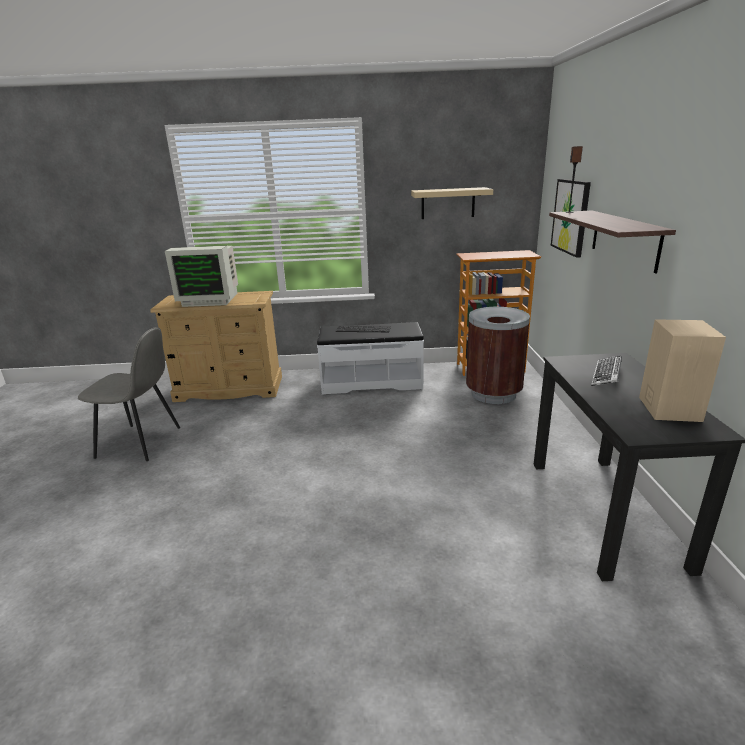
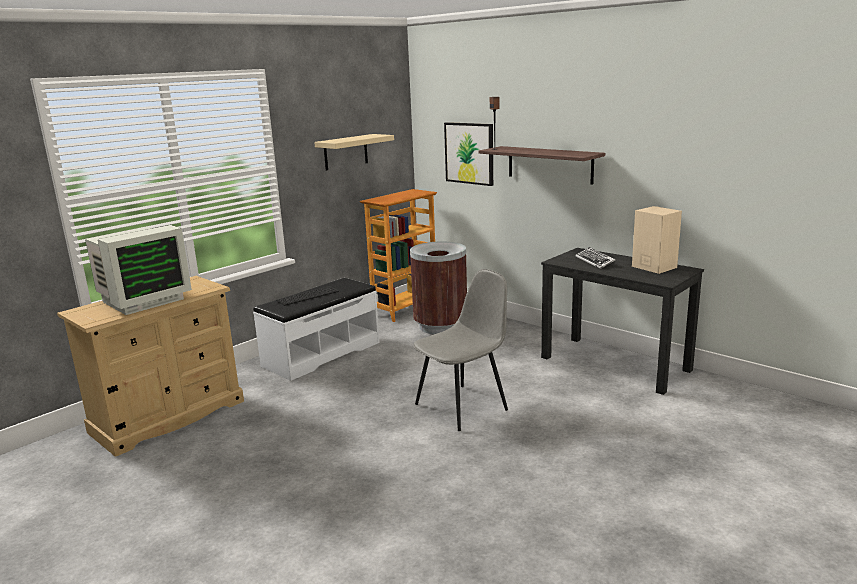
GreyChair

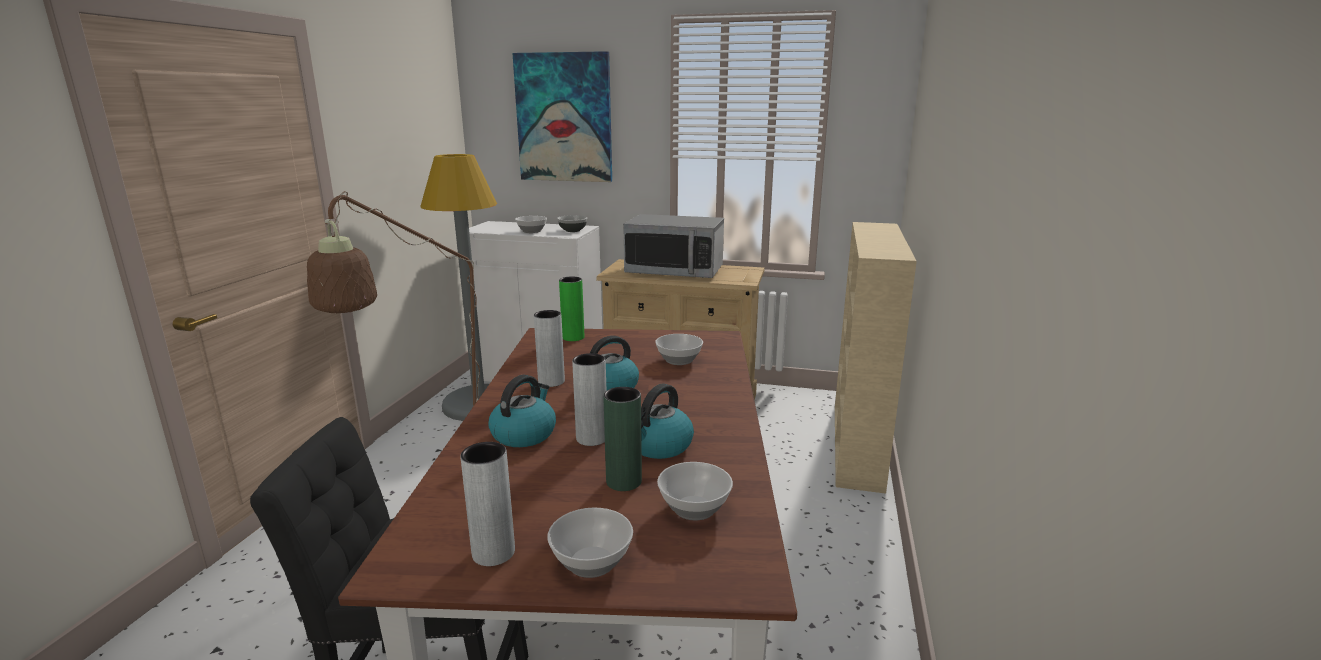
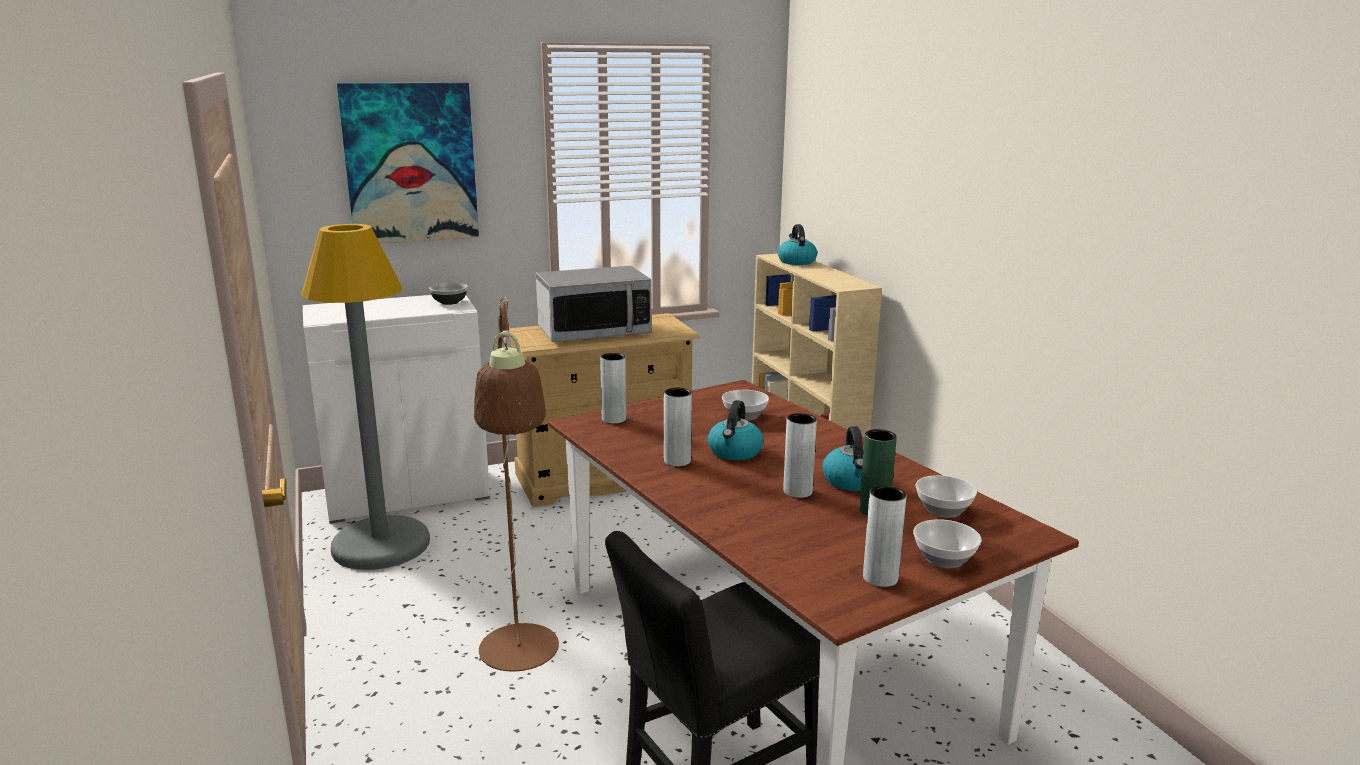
GreyFlowerVase (1st from left)
Kettle (2nd from left)
DeepDish (1st from left in the first image)

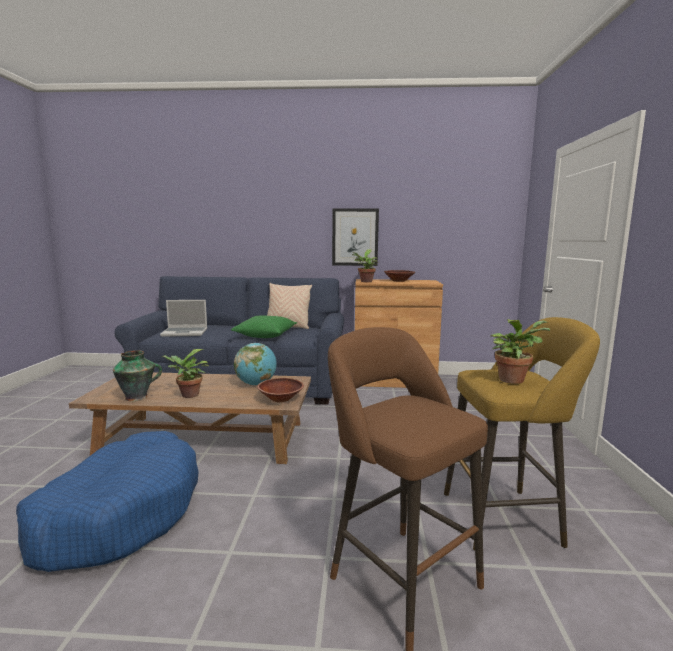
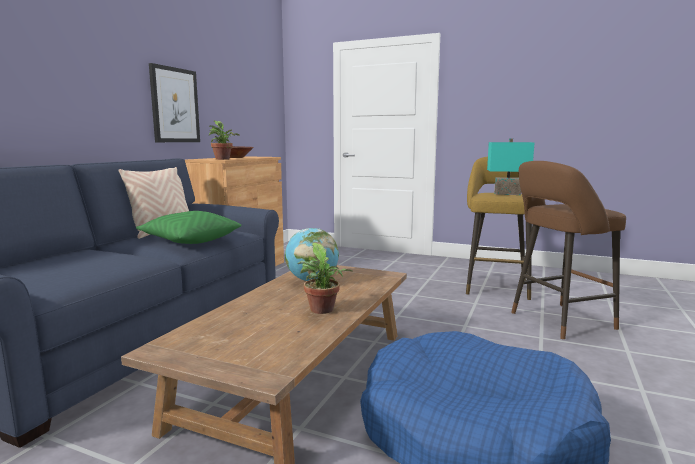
TurquoiseTabletopLamp
FlowerVase
NotebookComputer
BrownishDeepDish (1st from left in the first image)

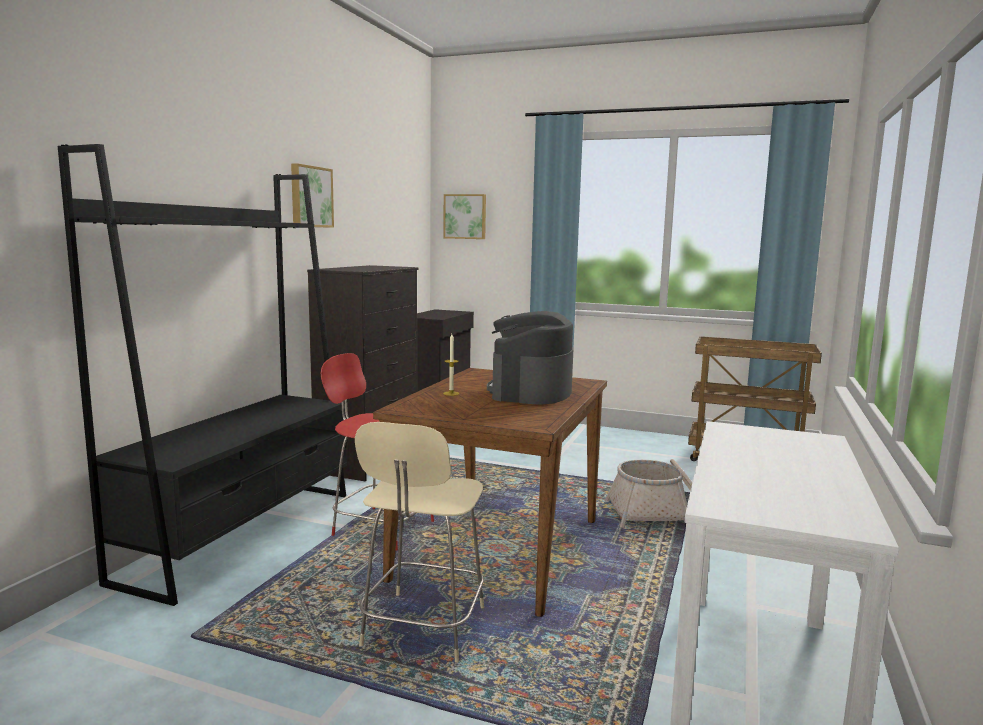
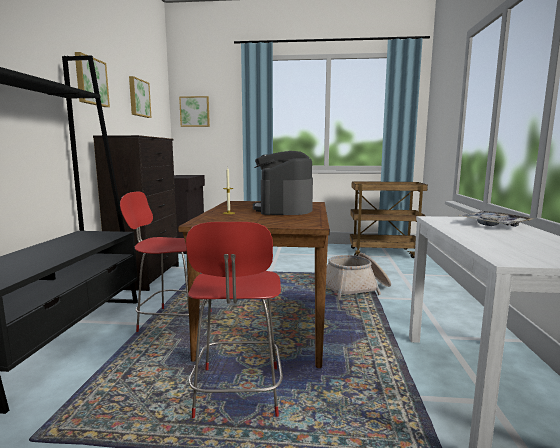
WallArt (2nd from left)
RedColouredChair (2nd from left)
ServingTray

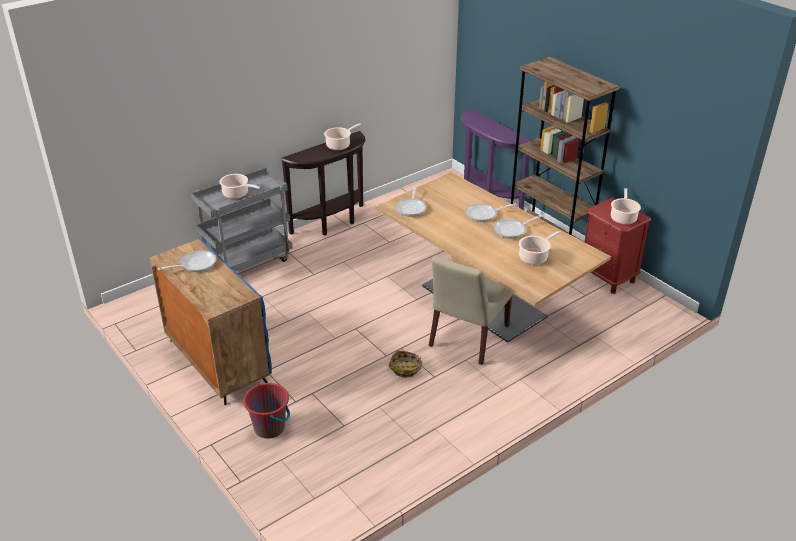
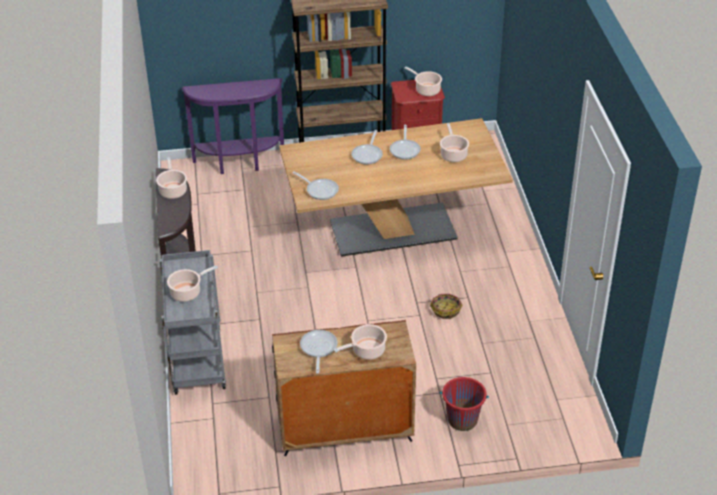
BrownishCabinet
Stockpot (3rd from left)
BeigeColouredChair

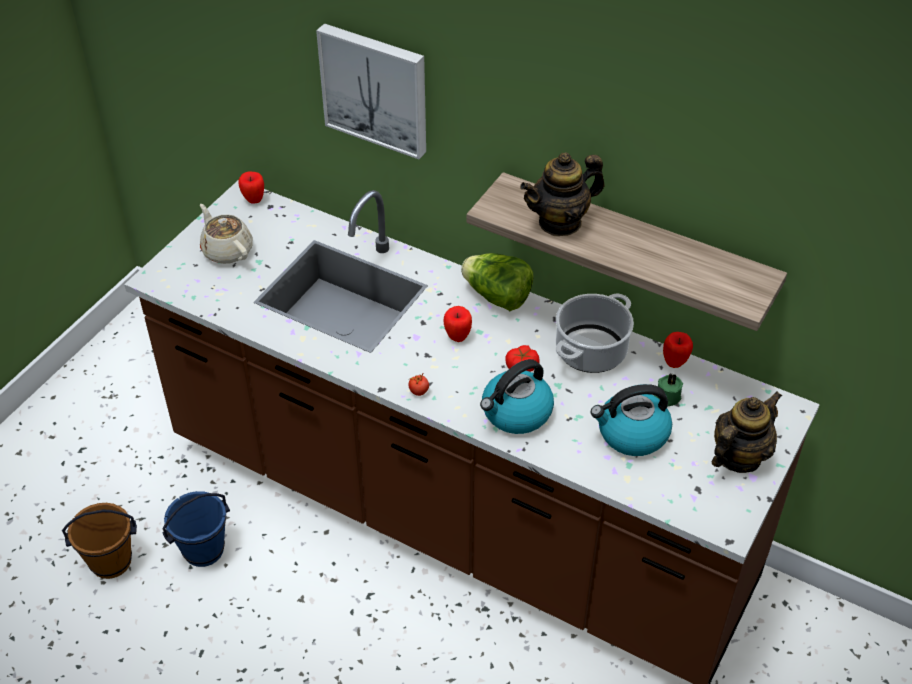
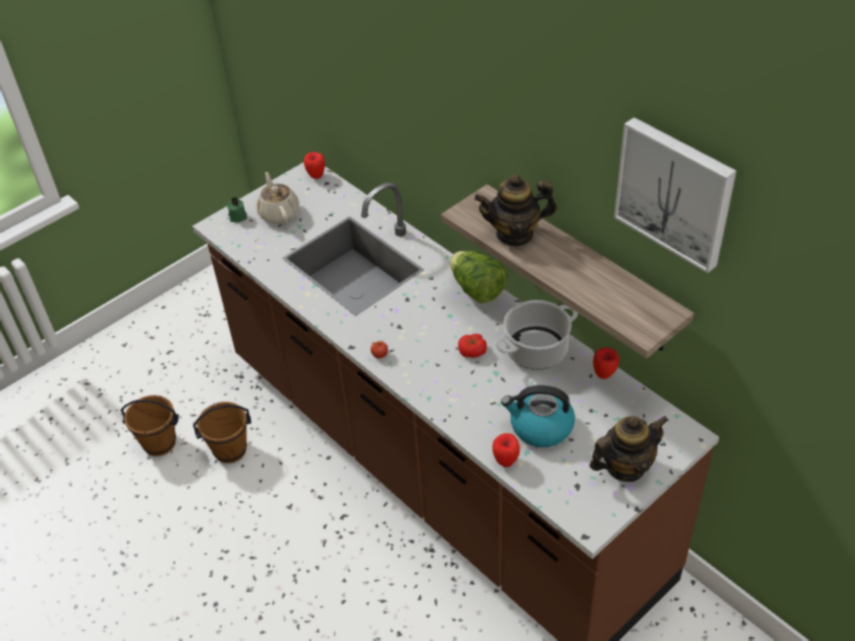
BrownishWaterBucket (2nd from left)
GreenishWaxLight
AppleFruit (2nd from left)
WallArt
Kettle (1st from left in the first image)

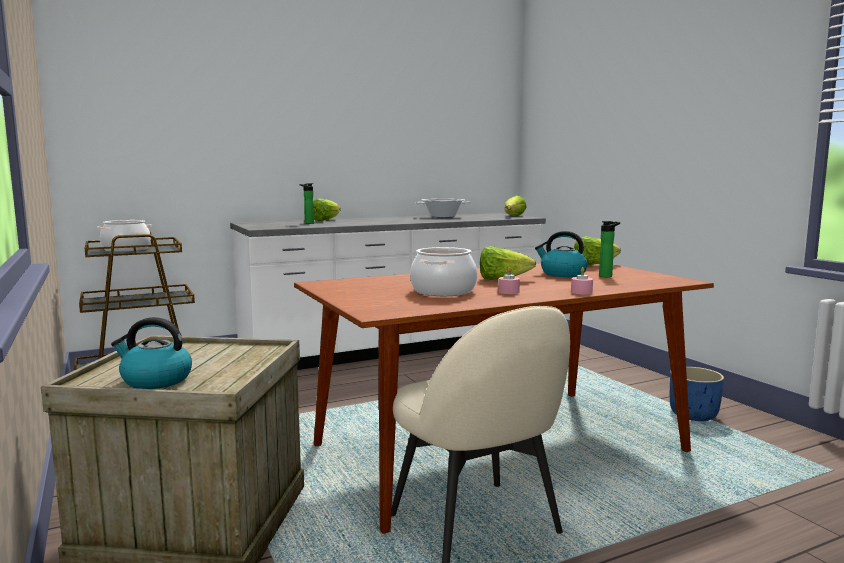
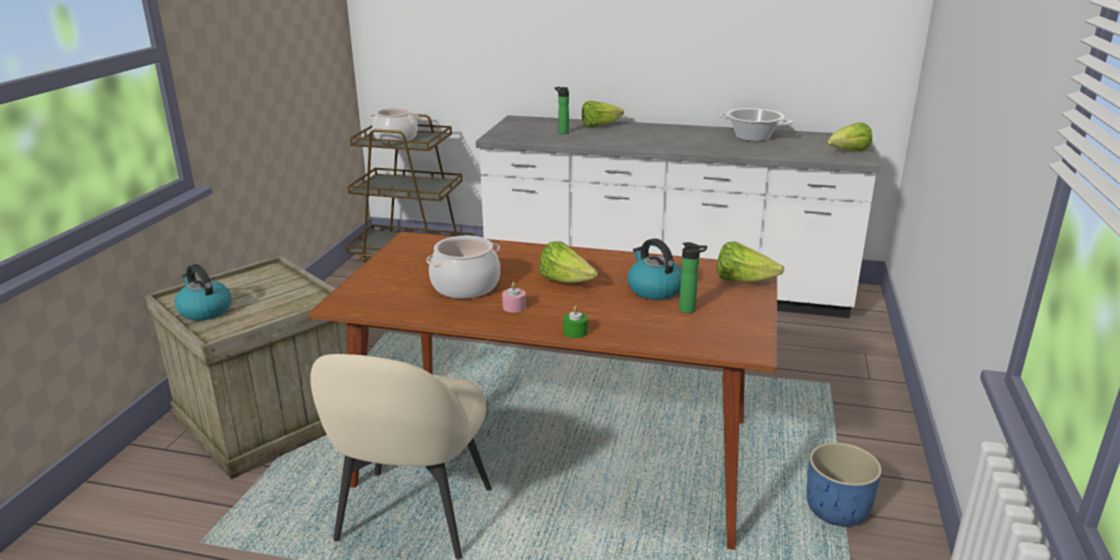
GreenishWaxLight

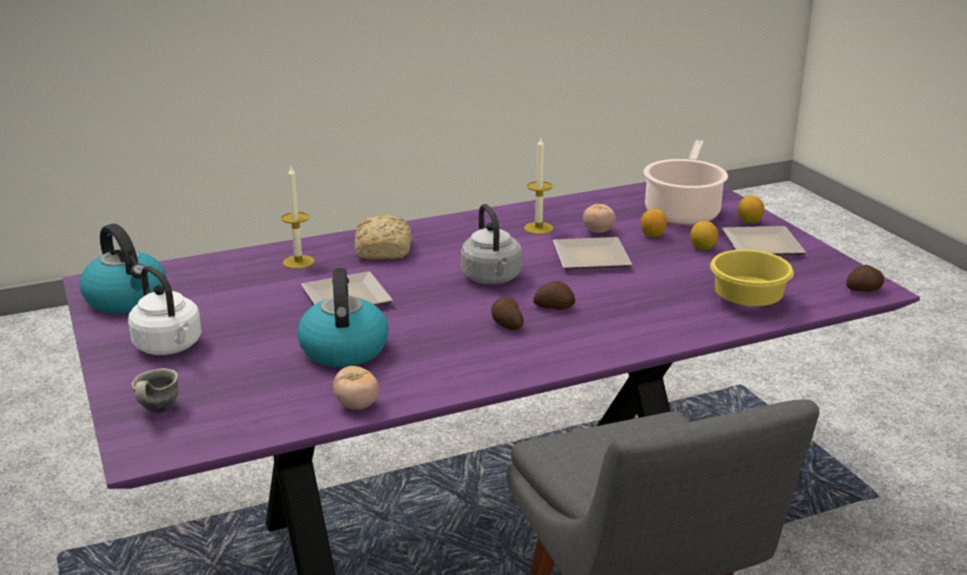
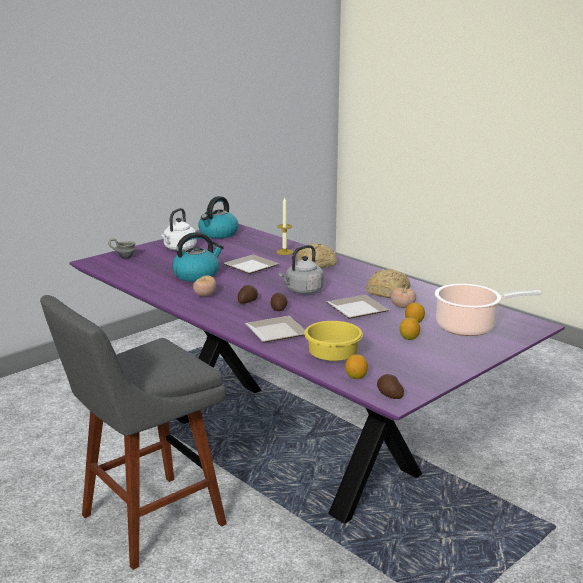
FreshTomato (1st from left)
Plate (2nd from left)
Lemon (1st from left)
Bread (2nd from left)

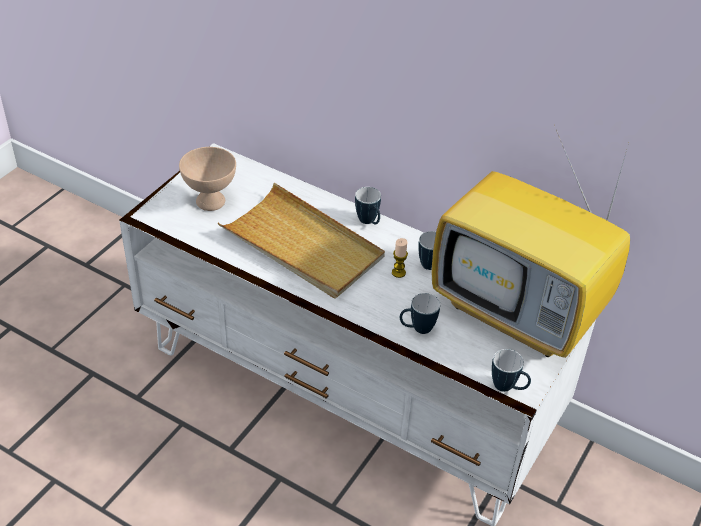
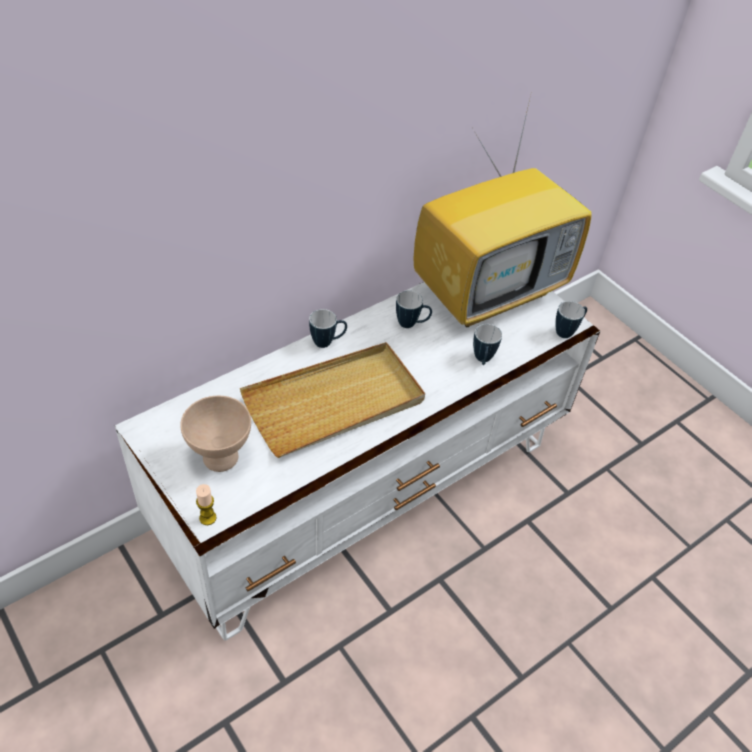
WaxLight

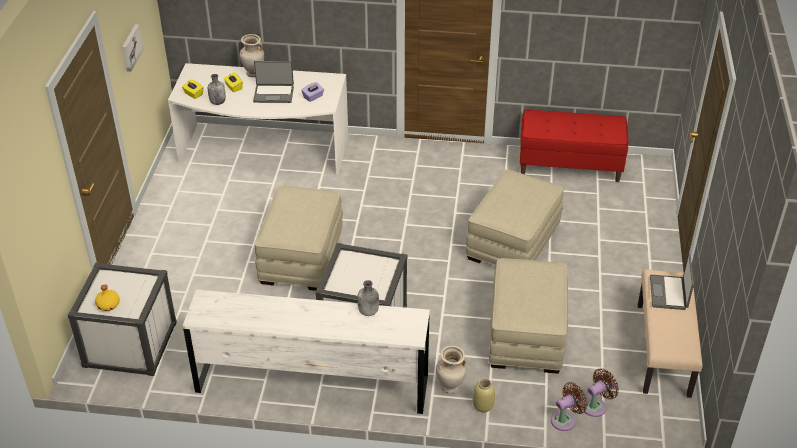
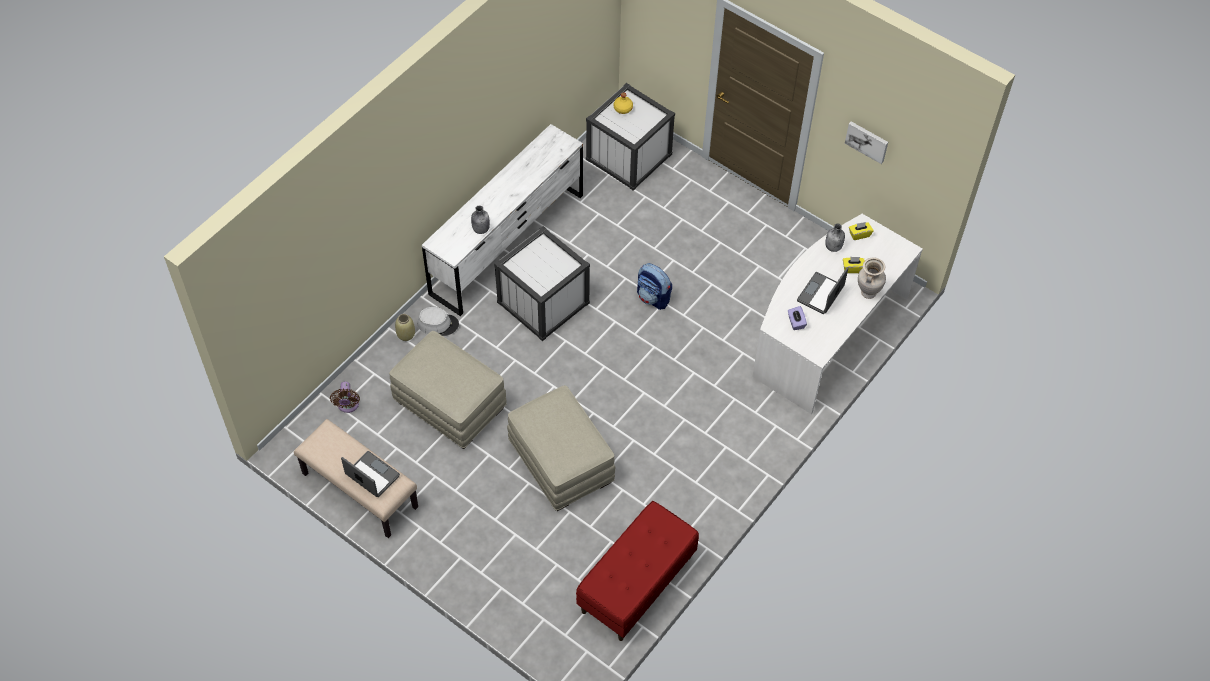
GreyHat
Rucksack
BrownishFan (1st from left in the first image)

